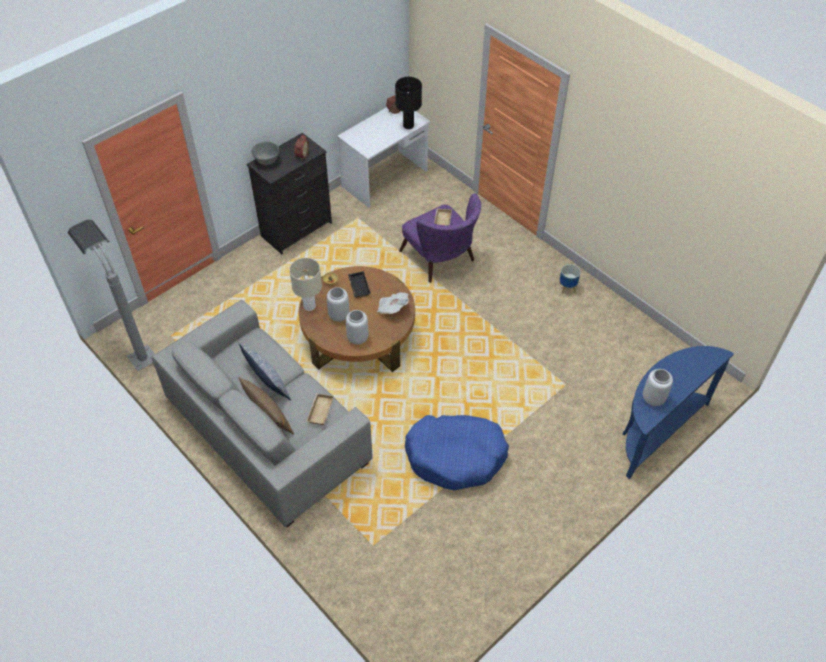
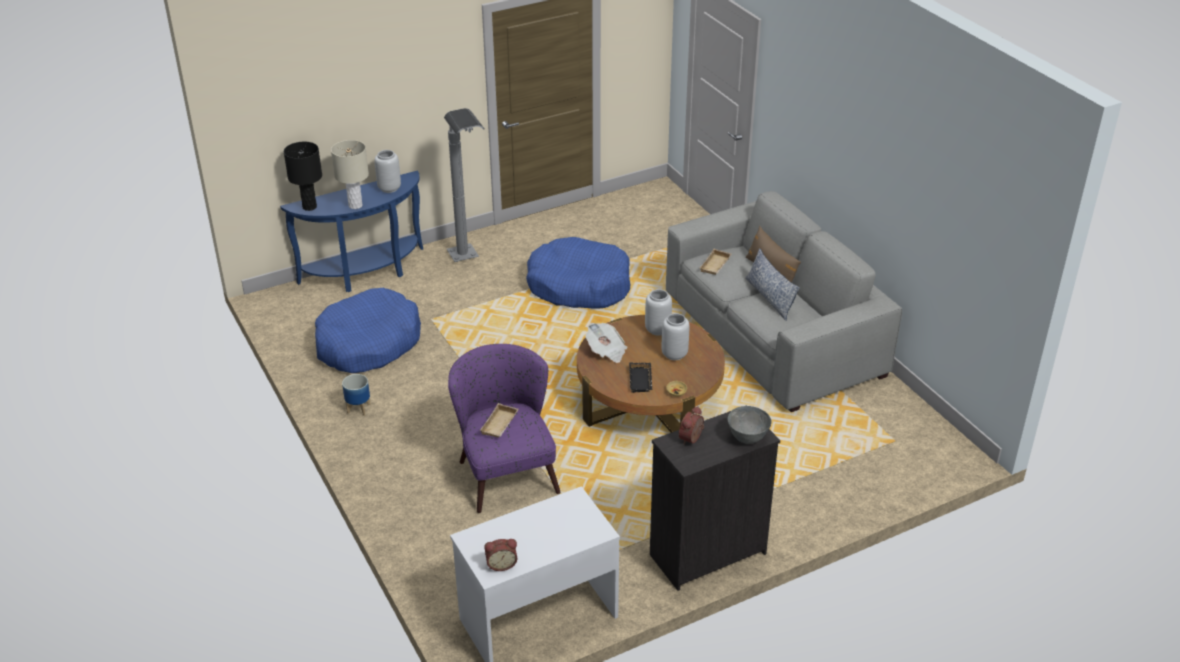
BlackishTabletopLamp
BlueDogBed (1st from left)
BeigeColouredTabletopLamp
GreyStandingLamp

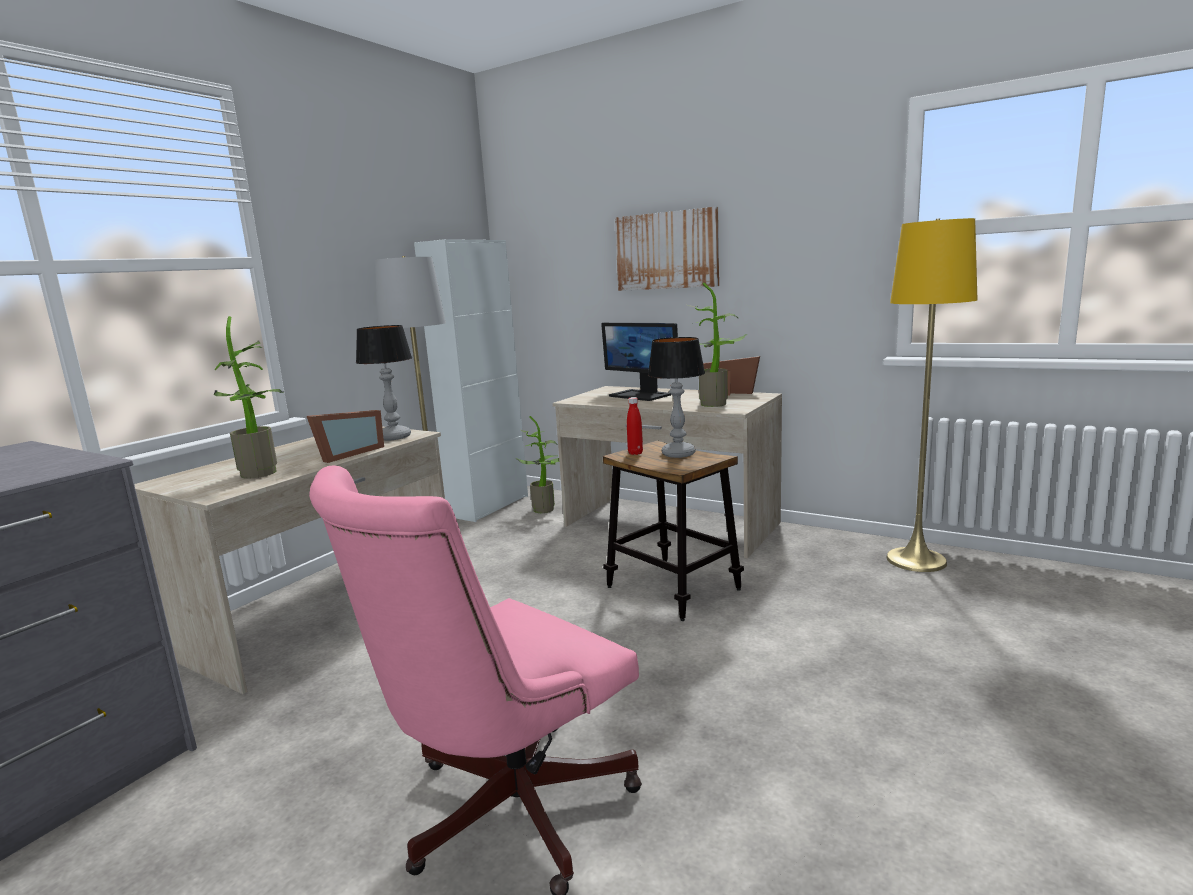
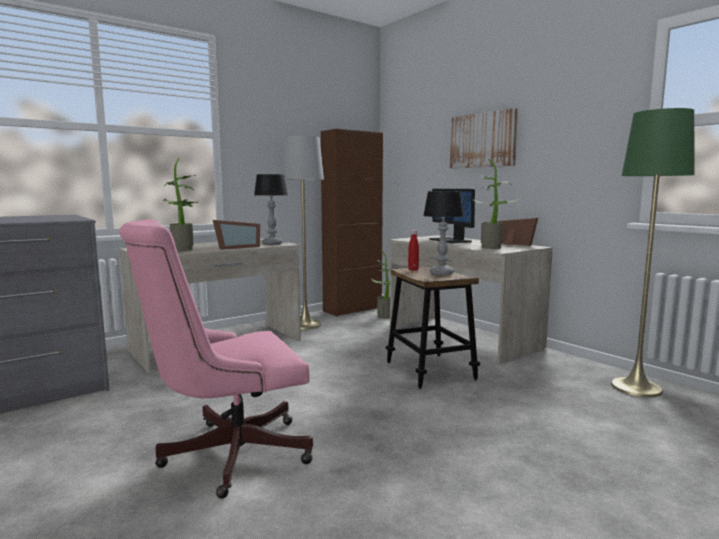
BrownishCabinet
GreenishStandingLamp

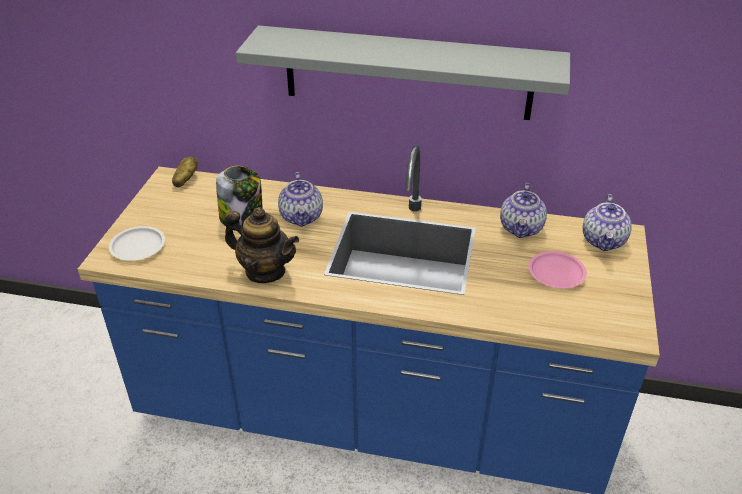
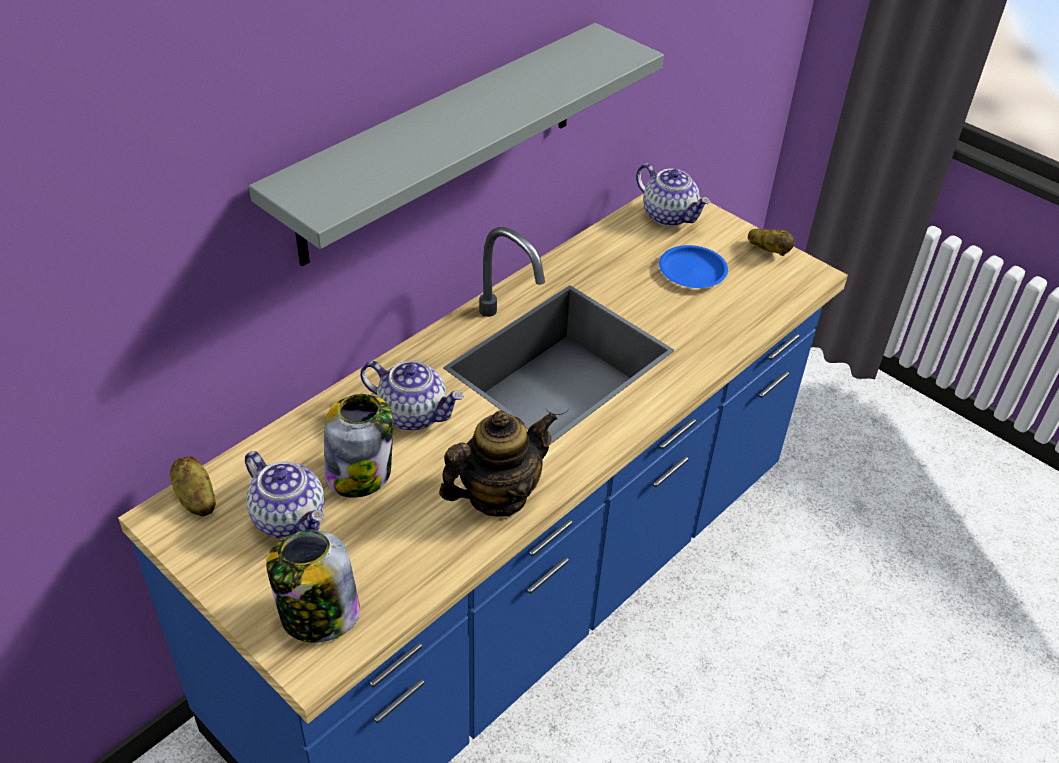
TeaPot (1st from left)
Jar (1st from left)
BluePlate
Potato (2nd from left)

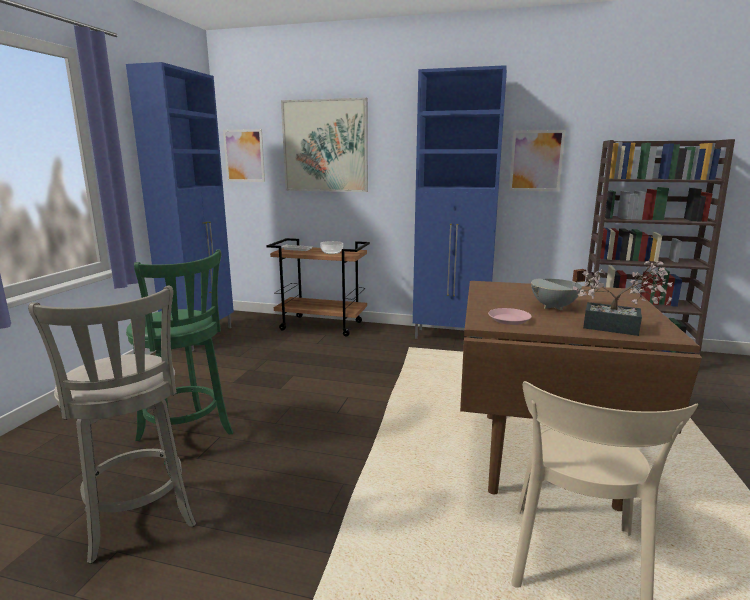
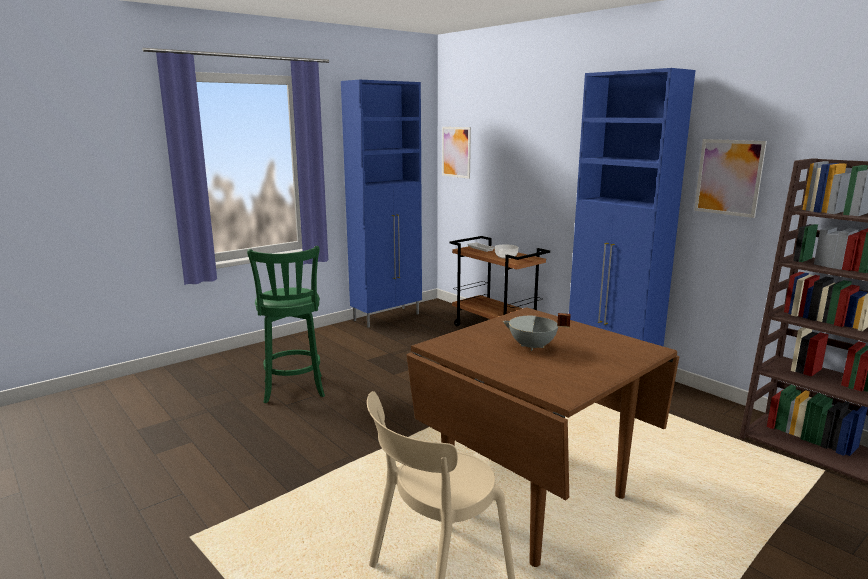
GreyStool
WallArt (2nd from left in the first image)
PinkColouredPlate
PottedPlant

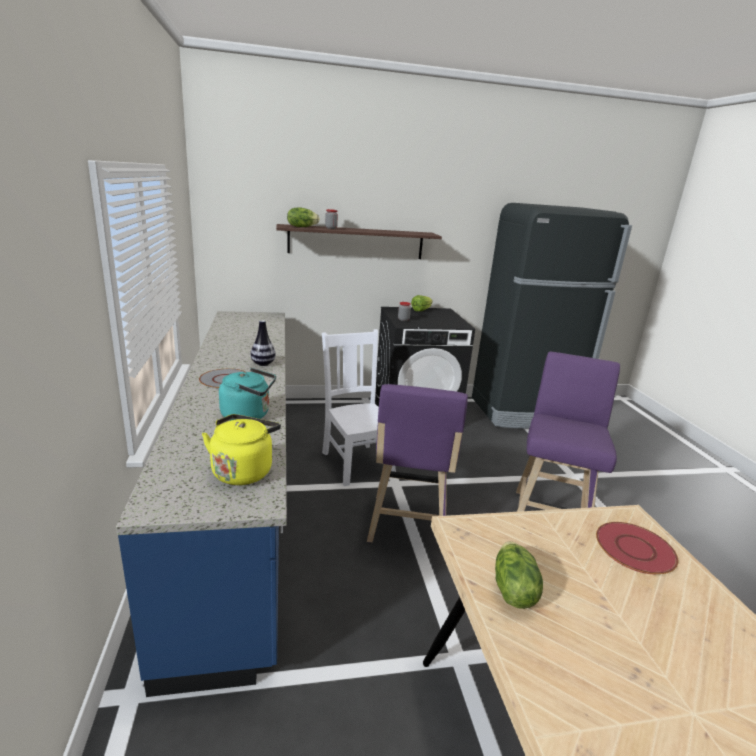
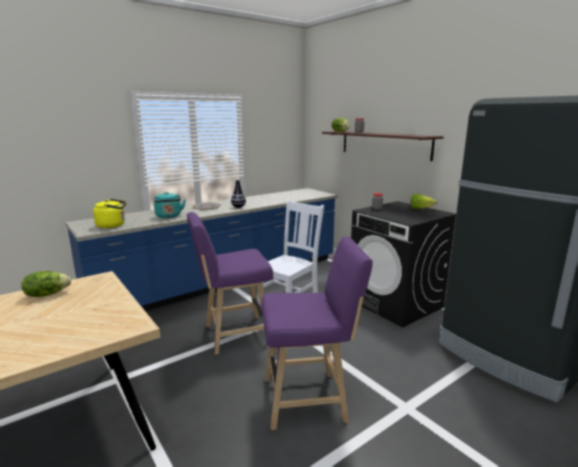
RedColouredPlate

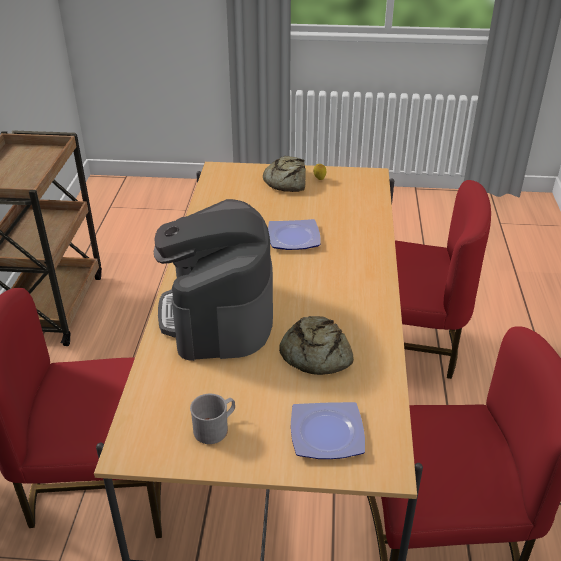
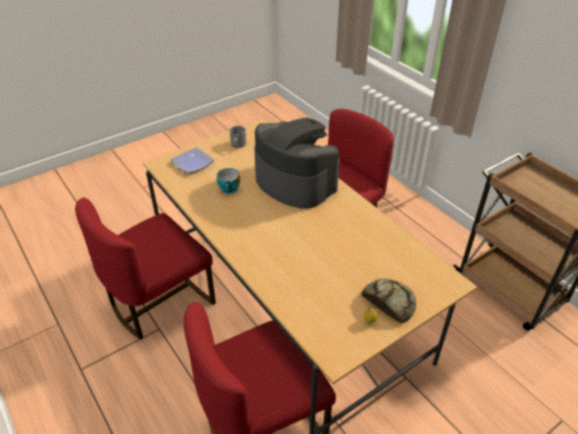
DrinkingCup
Plate (1st from left in the first image)

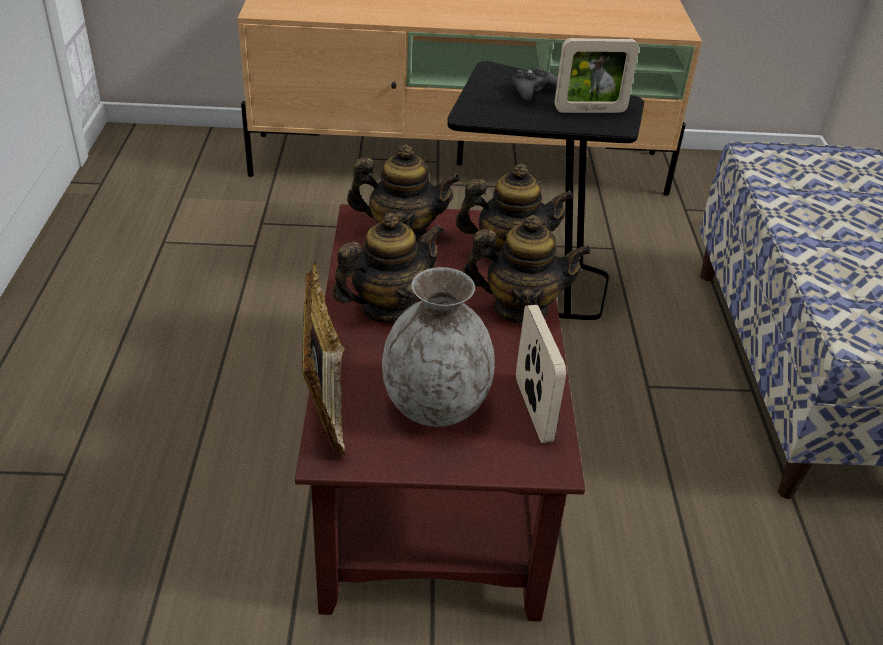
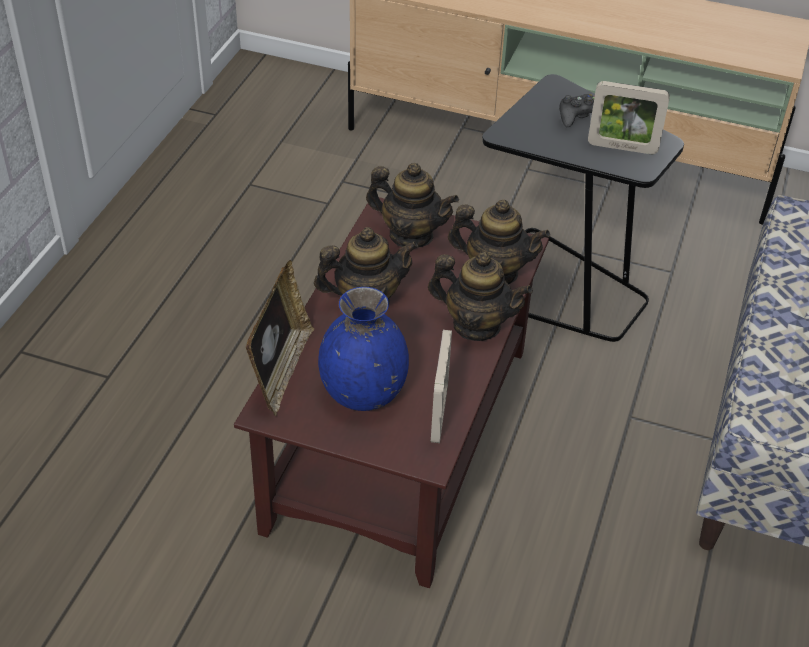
BlueFlowerVase

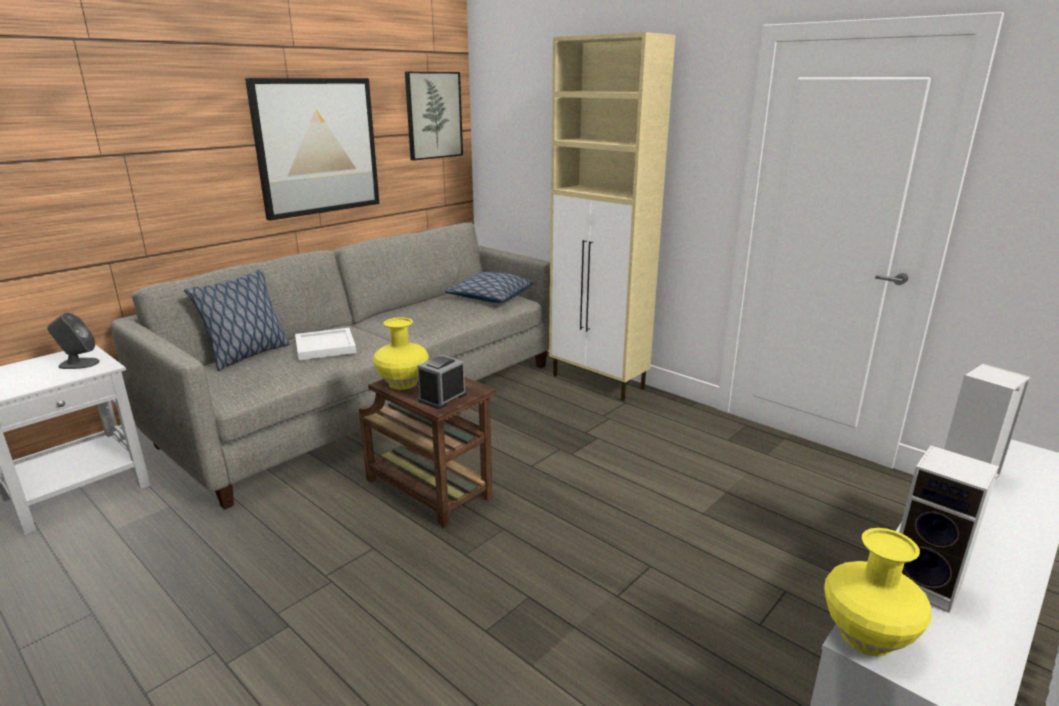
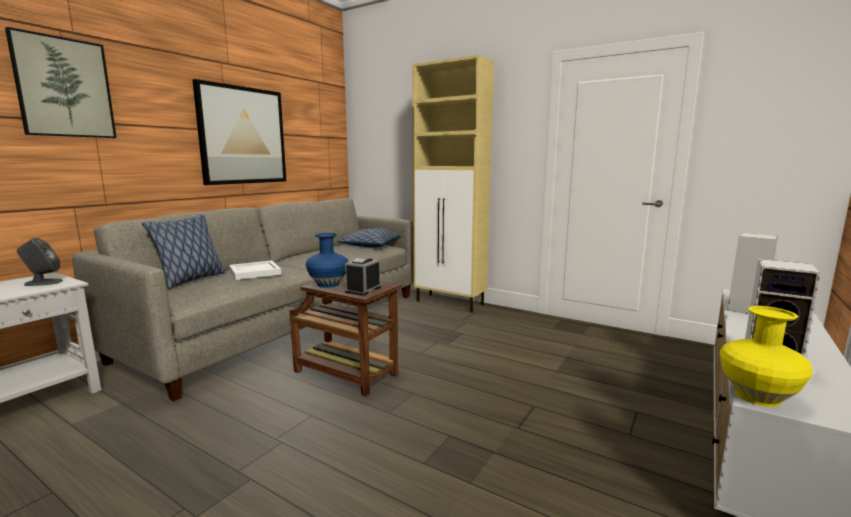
WallArt (1st from left)
BlueFlowerVase

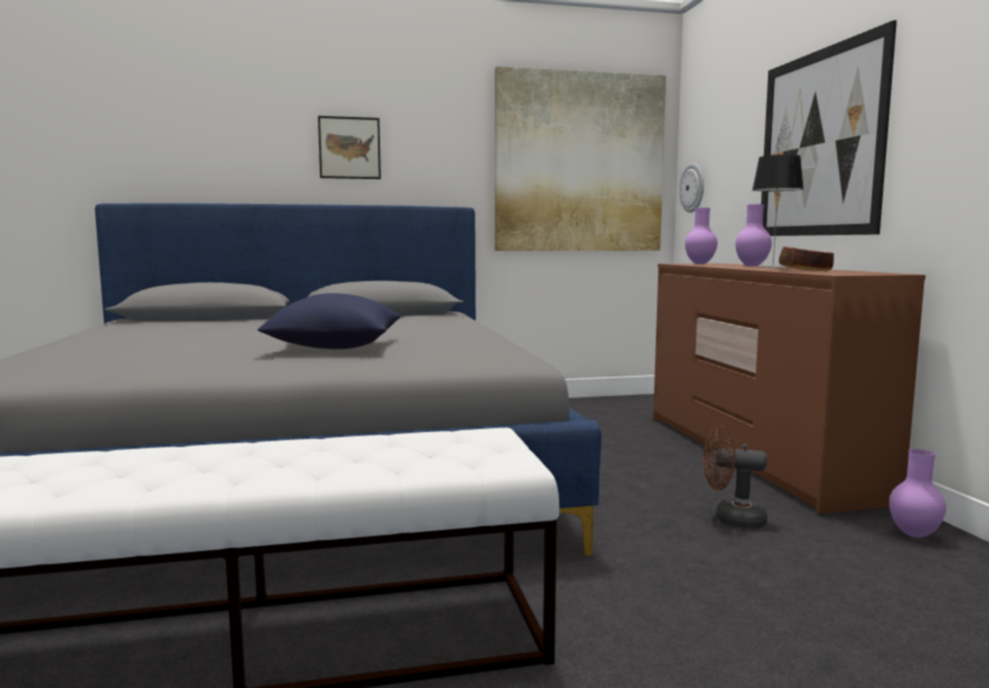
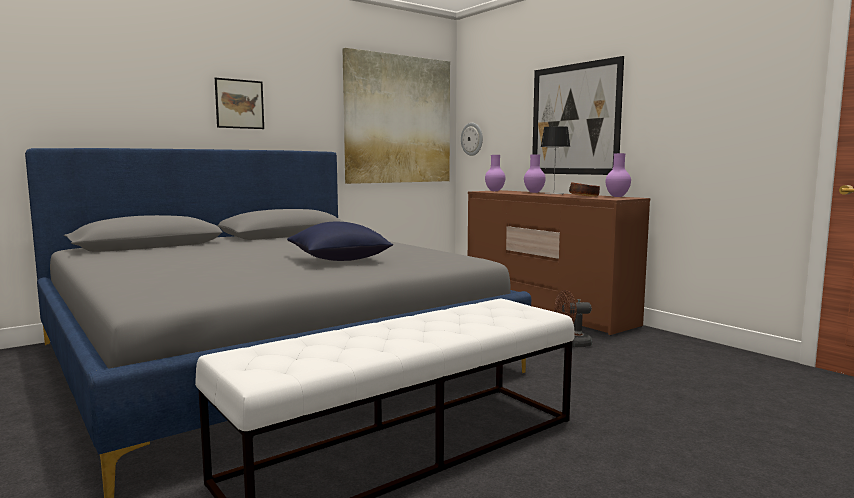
PurpleColouredFlowerVase (3rd from left)

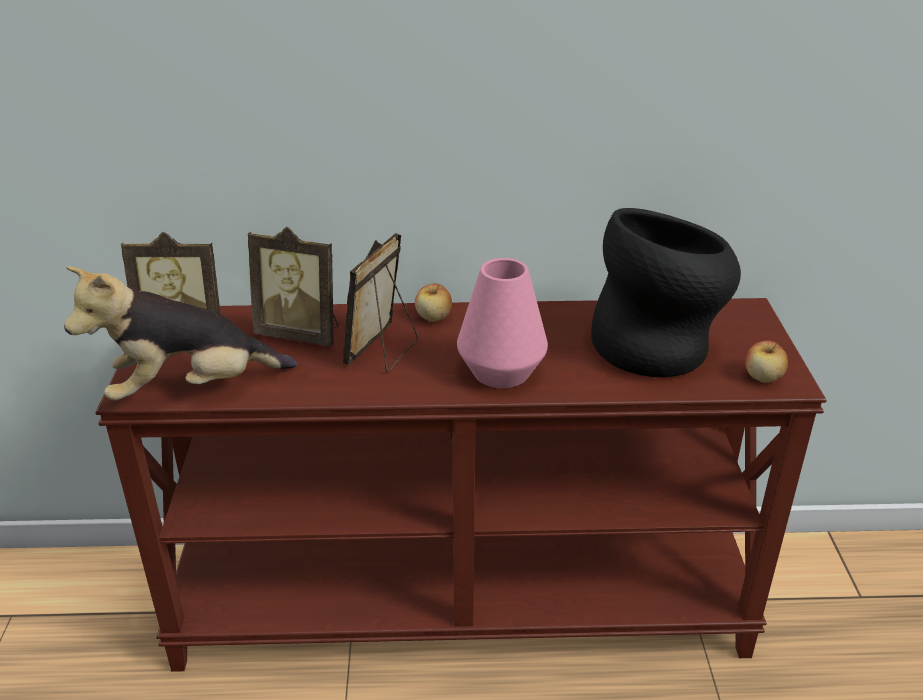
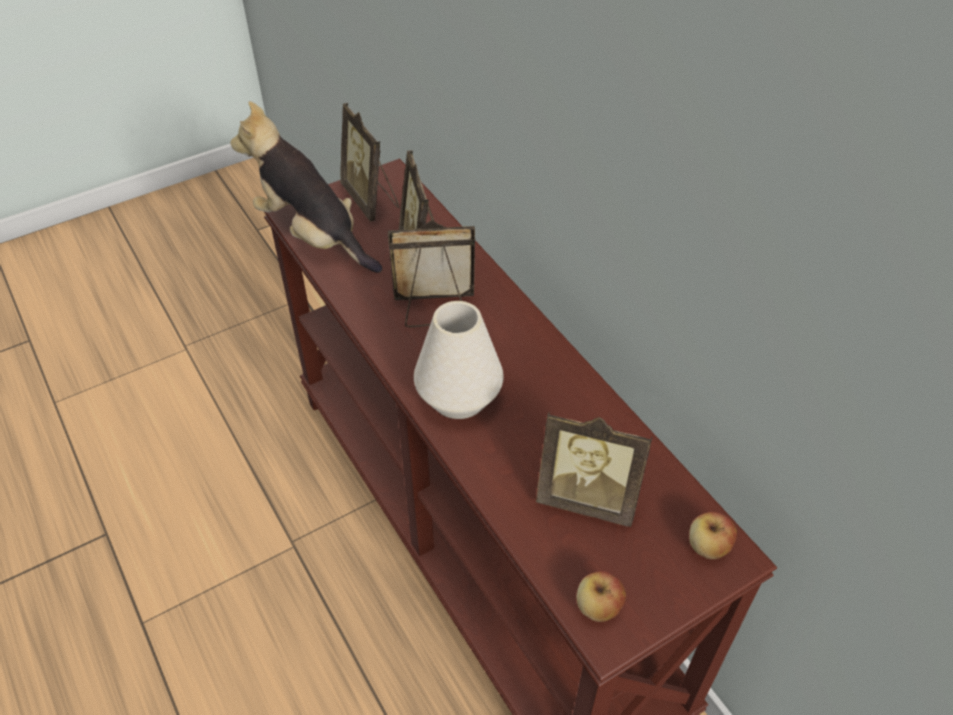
WhitishFlowerVase
PictureFrame (4th from left)
AppleFruit (2nd from left)

